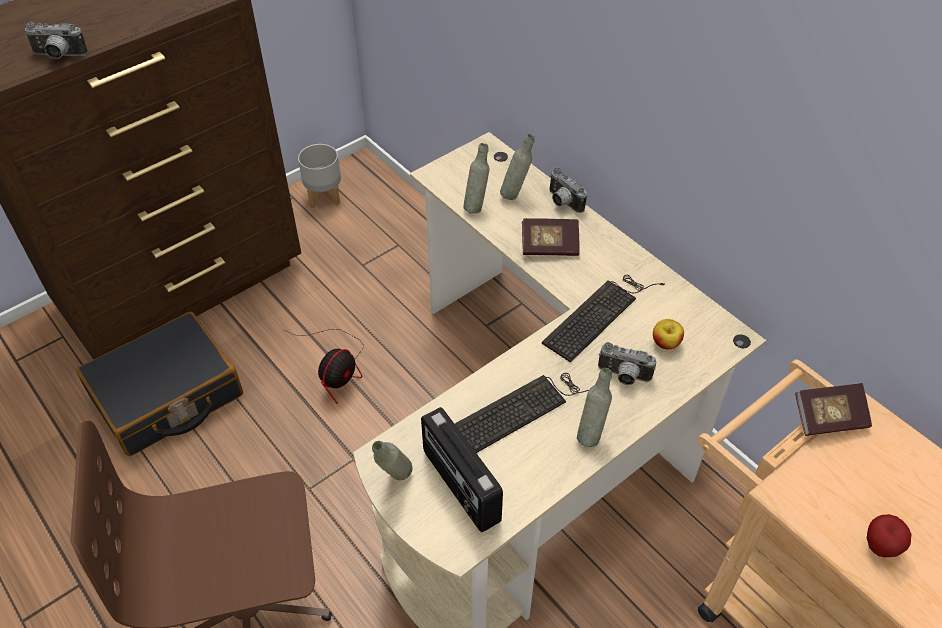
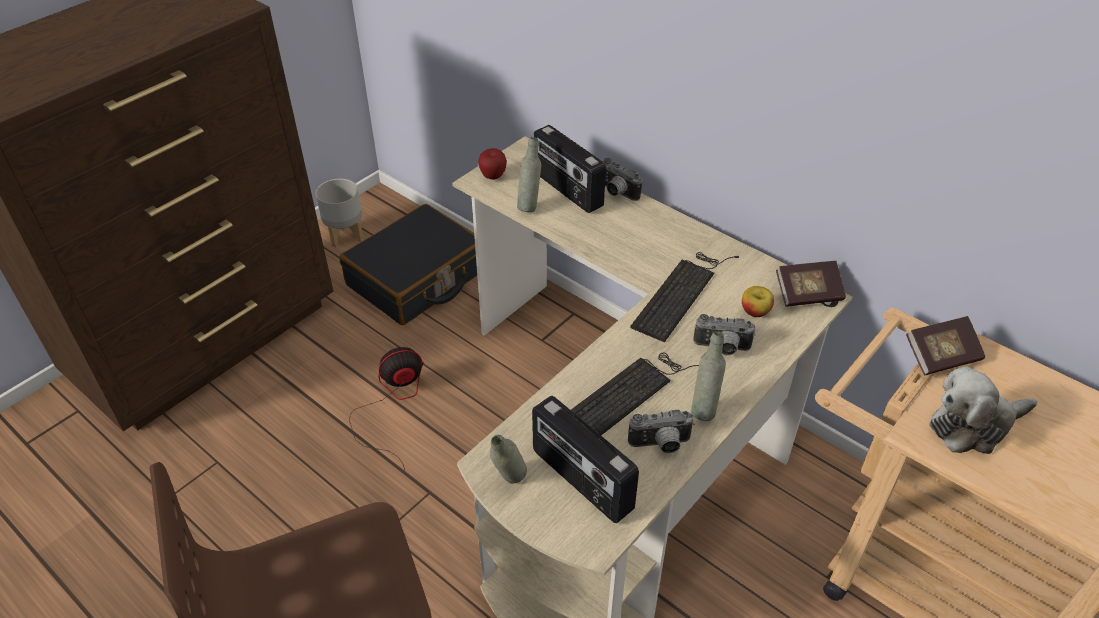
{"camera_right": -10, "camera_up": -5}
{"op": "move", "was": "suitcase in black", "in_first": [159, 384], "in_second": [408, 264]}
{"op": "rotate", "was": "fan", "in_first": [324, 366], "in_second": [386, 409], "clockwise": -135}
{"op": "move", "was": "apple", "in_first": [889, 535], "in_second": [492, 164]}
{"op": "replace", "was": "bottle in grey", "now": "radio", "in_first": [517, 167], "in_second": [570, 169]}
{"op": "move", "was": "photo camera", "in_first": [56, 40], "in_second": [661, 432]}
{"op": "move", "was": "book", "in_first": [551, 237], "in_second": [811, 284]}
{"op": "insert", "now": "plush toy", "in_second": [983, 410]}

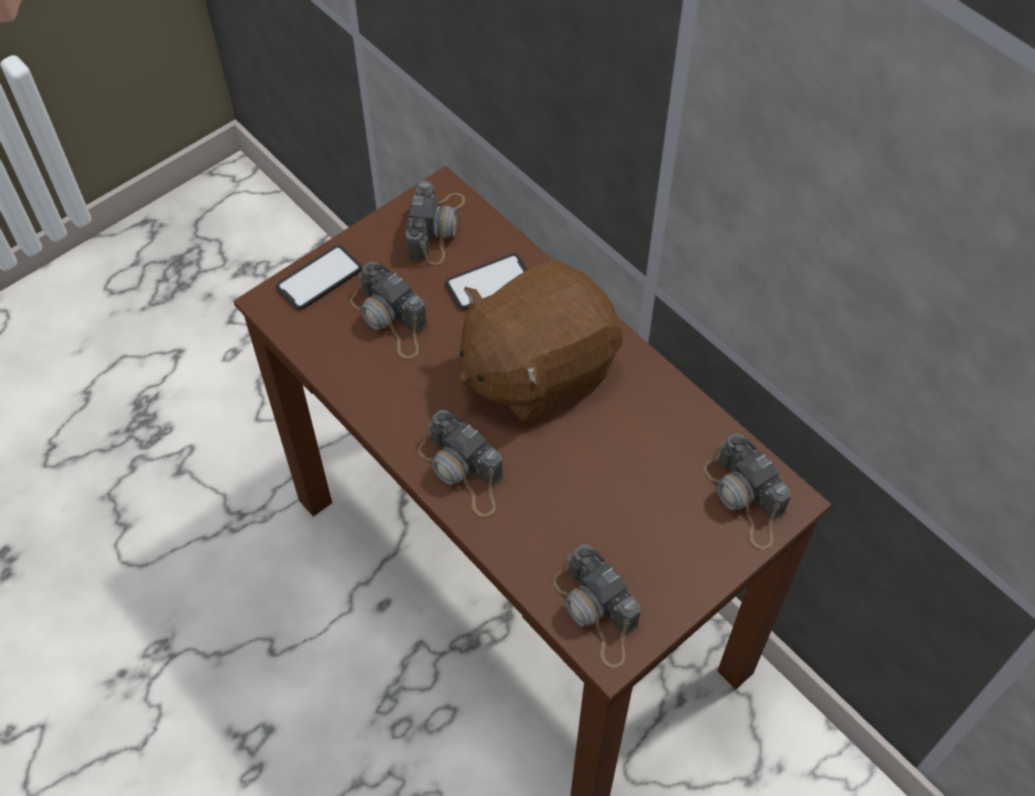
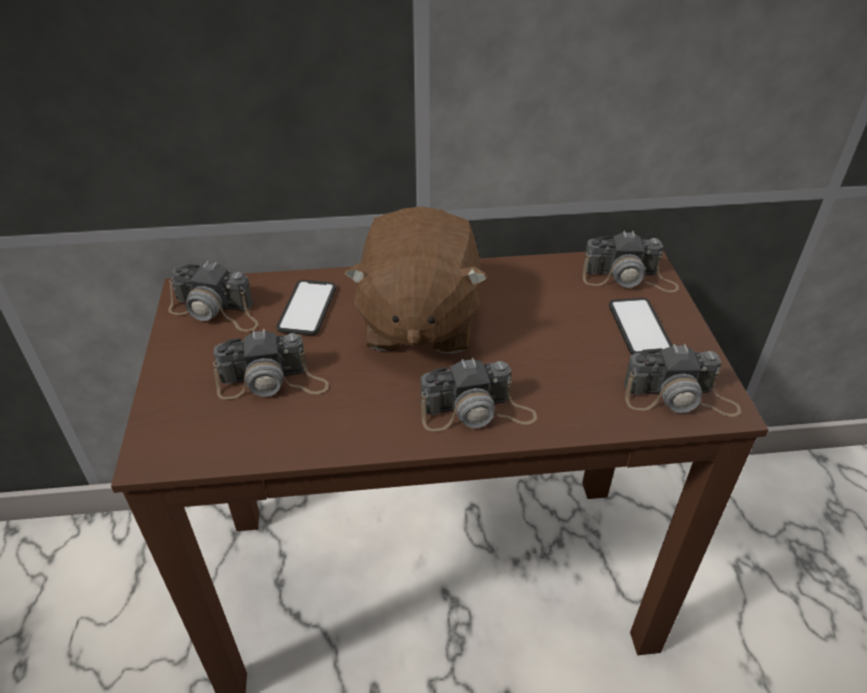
{"camera_right": -55, "camera_up": -15}
{"op": "rotate", "was": "photo camera", "in_first": [435, 223], "in_second": [213, 296], "clockwise": 150}
{"op": "move", "was": "phone", "in_first": [319, 277], "in_second": [641, 326]}

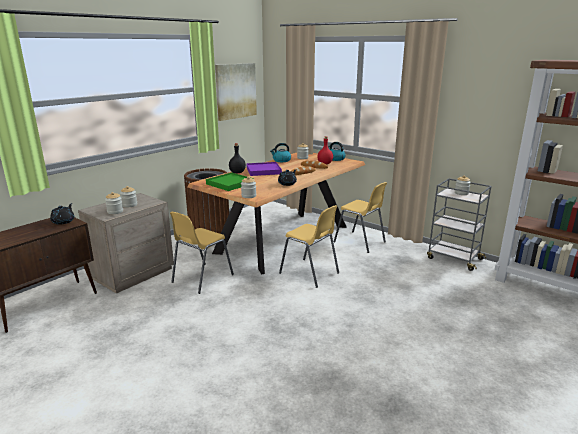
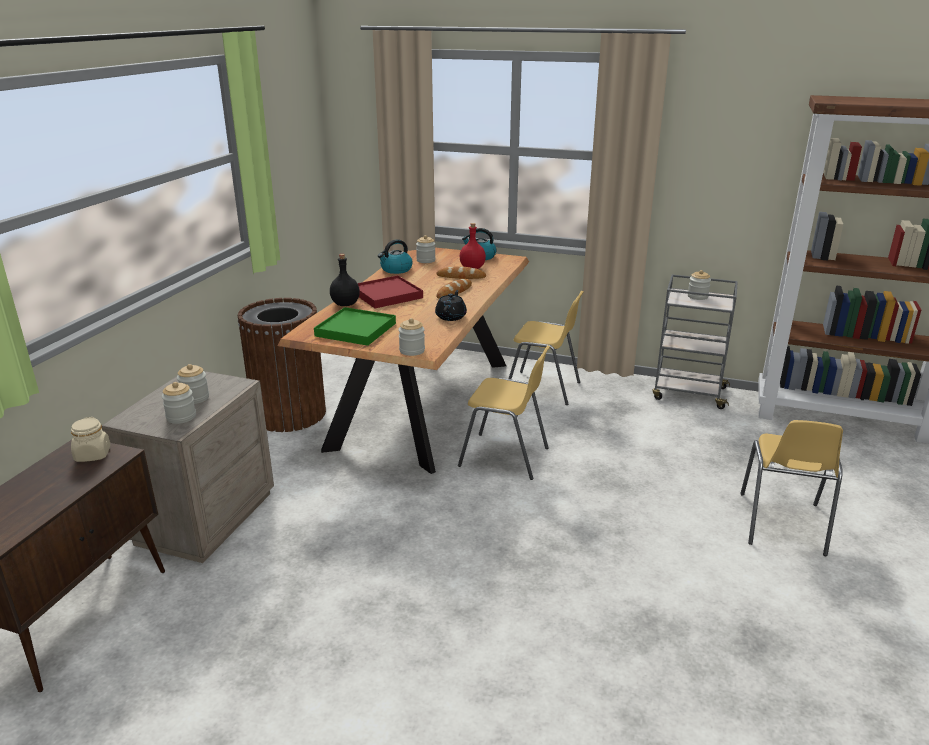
{"camera_right": -20, "camera_up": 5}
{"op": "replace", "was": "teapot in black", "now": "jar in beige", "in_first": [62, 214], "in_second": [91, 439]}
{"op": "recolor", "was": "tray in purple", "now": "tray in red", "in_first": [264, 169], "in_second": [390, 291]}
{"op": "move", "was": "chair in yellow", "in_first": [202, 253], "in_second": [791, 488]}
{"op": "delete", "was": "picture", "in_first": [236, 92]}

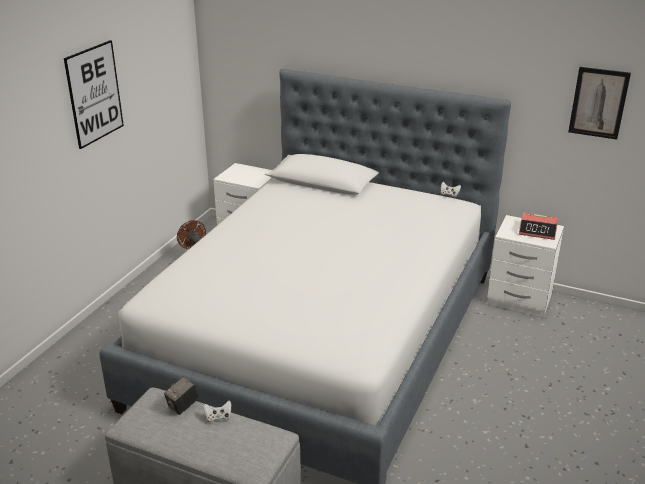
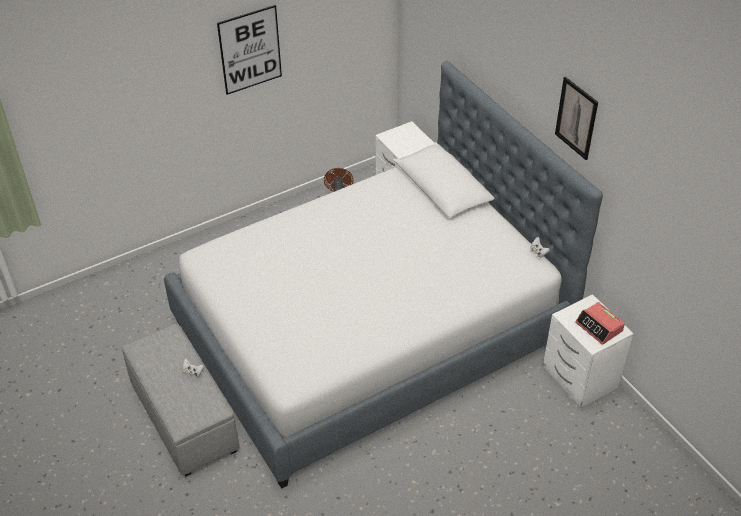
{"camera_right": 35, "camera_up": 15}
{"op": "move", "was": "picture", "in_first": [599, 103], "in_second": [576, 118]}
{"op": "delete", "was": "photo camera", "in_first": [181, 395]}

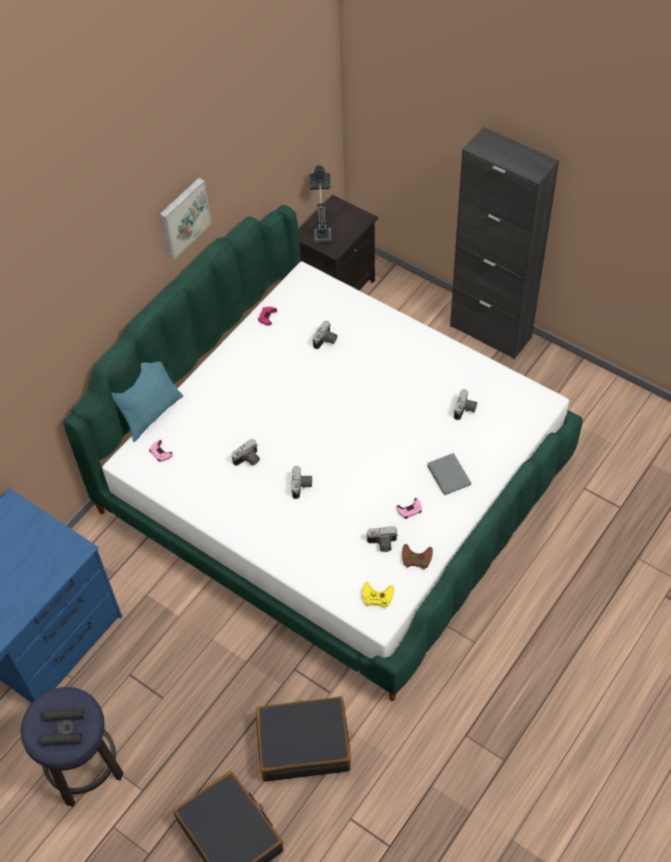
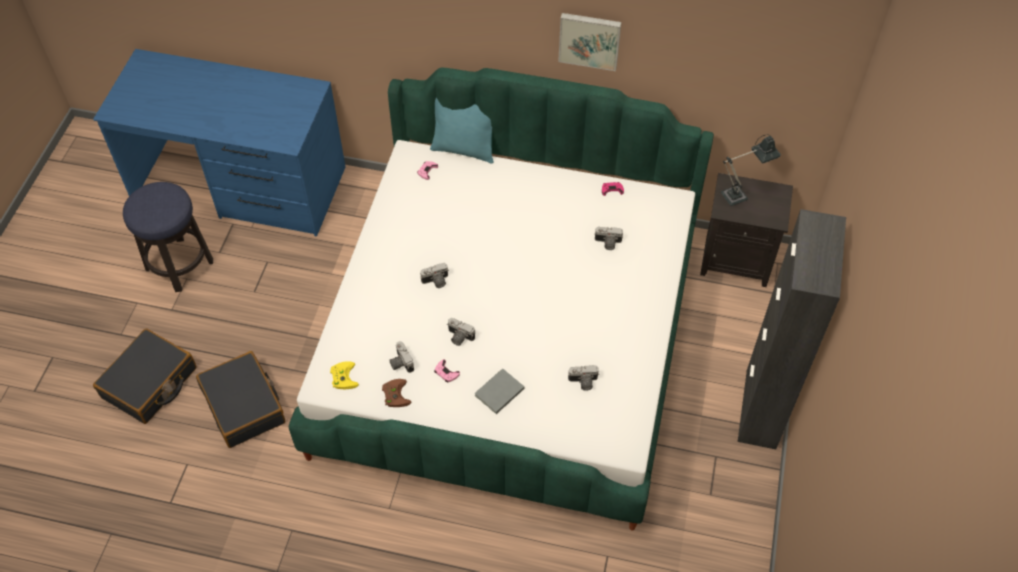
{"camera_right": 65, "camera_up": 0}
{"op": "move", "was": "photo camera", "in_first": [245, 452], "in_second": [461, 332]}
{"op": "delete", "was": "binoculars in black", "in_first": [62, 727]}

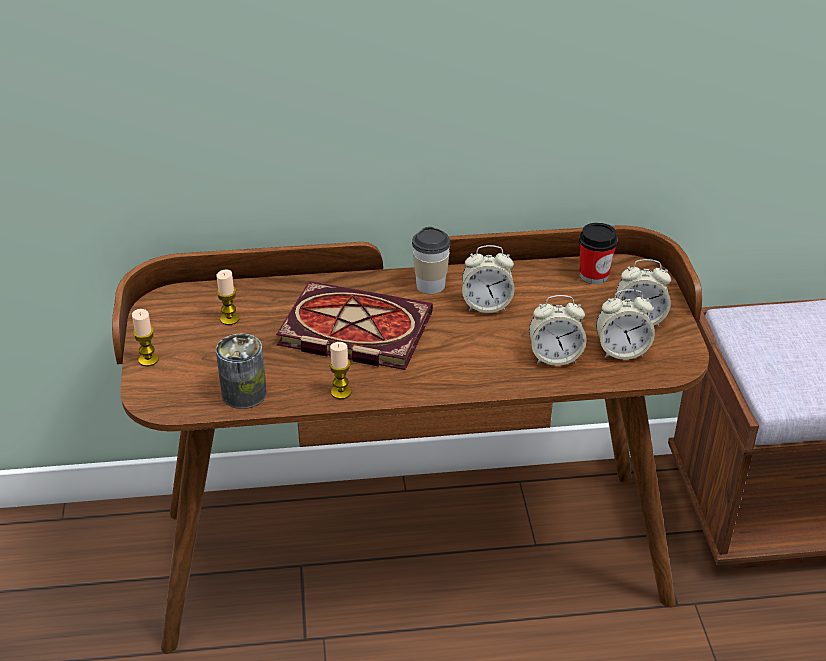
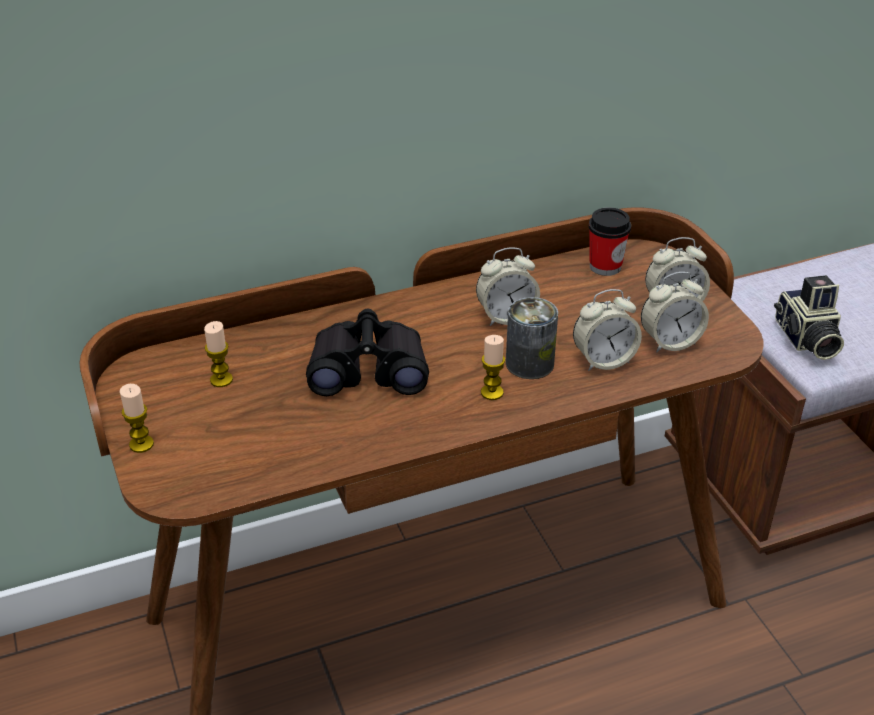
{"camera_right": -15, "camera_up": 0}
{"op": "replace", "was": "book", "now": "binoculars in black", "in_first": [354, 325], "in_second": [367, 352]}
{"op": "move", "was": "candle", "in_first": [340, 370], "in_second": [493, 367]}
{"op": "move", "was": "can", "in_first": [241, 371], "in_second": [532, 338]}
{"op": "insert", "now": "photo camera", "in_second": [809, 317]}
{"op": "delete", "was": "cup", "in_first": [431, 260]}

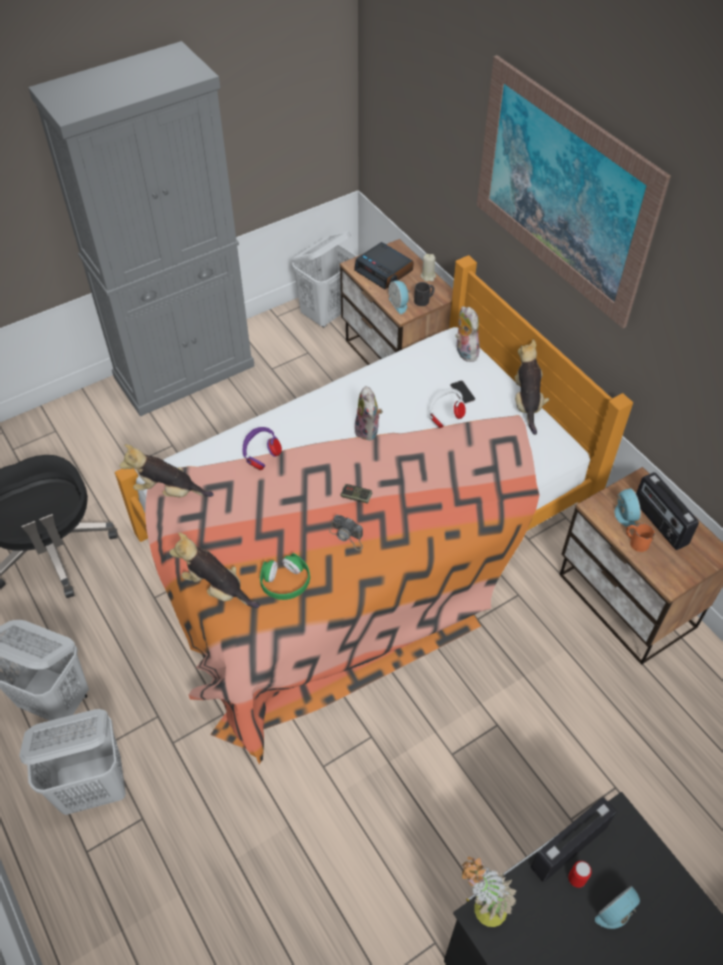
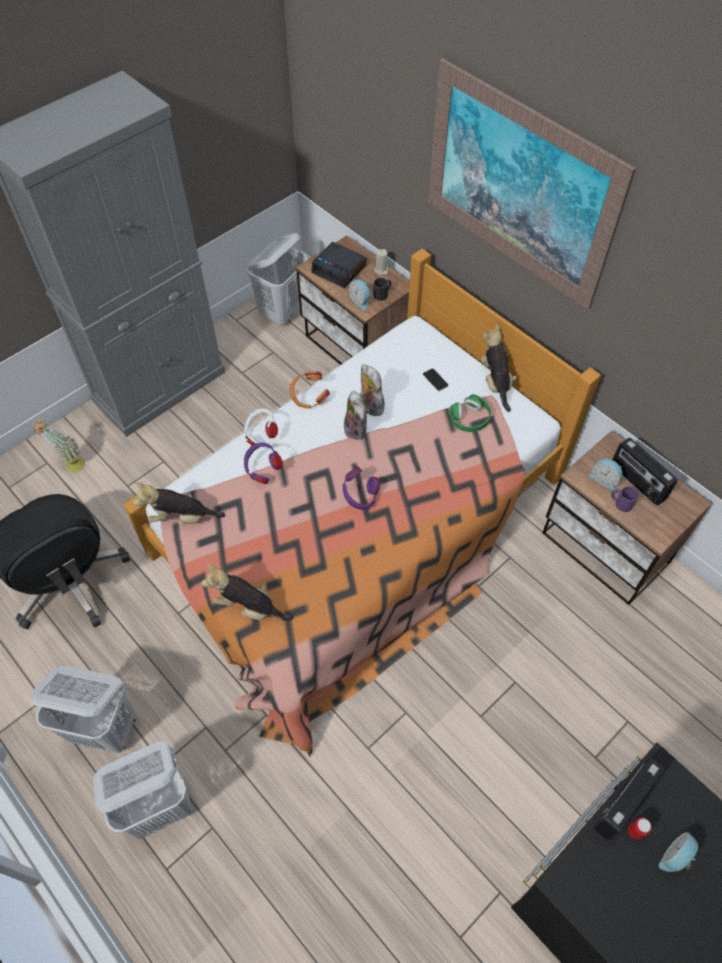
{"camera_right": -10, "camera_up": 5}
{"op": "move", "was": "potted plant", "in_first": [488, 892], "in_second": [59, 446]}
{"op": "move", "was": "headphones in white", "in_first": [447, 408], "in_second": [261, 426]}
{"op": "insert", "now": "headphones in orange", "in_second": [310, 389]}
{"op": "replace", "was": "game controller", "now": "headphones in purple", "in_first": [356, 494], "in_second": [361, 488]}
{"op": "move", "was": "plush toy", "in_first": [467, 334], "in_second": [372, 390]}
{"op": "move", "was": "headphones in green", "in_first": [285, 576], "in_second": [470, 413]}
{"op": "rotate", "was": "alarm clock", "in_first": [628, 507], "in_second": [606, 475], "clockwise": 150}
{"op": "recolor", "was": "mug in orange", "now": "mug in purple", "in_first": [640, 537], "in_second": [624, 499]}
{"op": "delete", "was": "photo camera", "in_first": [346, 532]}

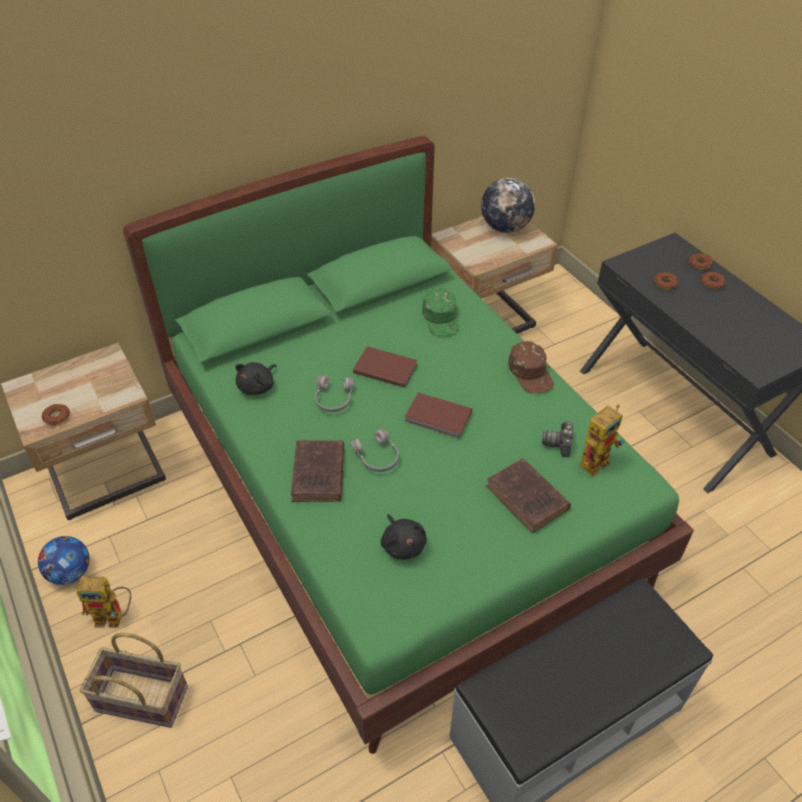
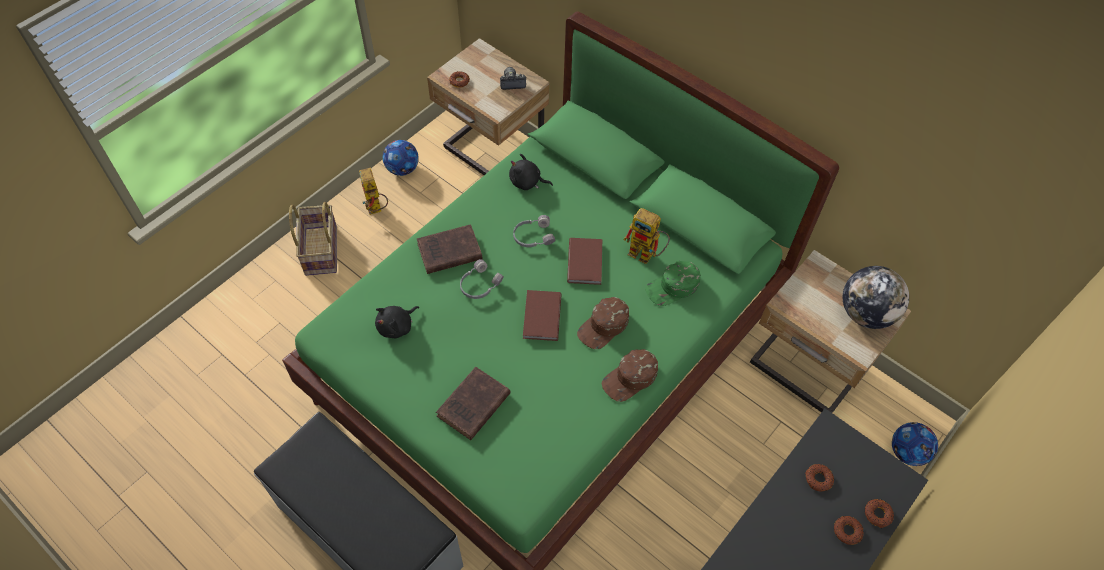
{"camera_right": 70, "camera_up": 10}
{"op": "move", "was": "photo camera", "in_first": [557, 439], "in_second": [513, 78]}
{"op": "insert", "now": "cap in brown", "in_second": [603, 323]}
{"op": "move", "was": "toy robot", "in_first": [601, 440], "in_second": [647, 236]}
{"op": "insert", "now": "football", "in_second": [915, 444]}

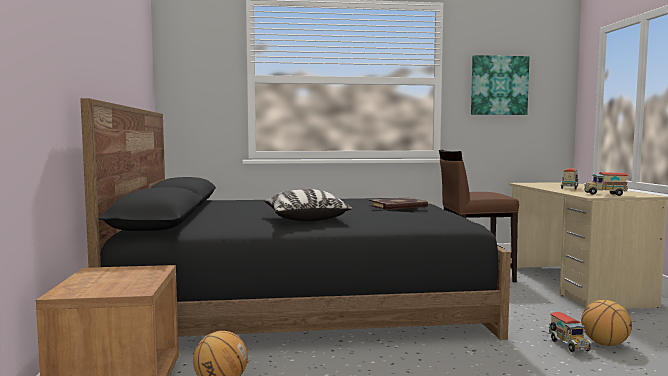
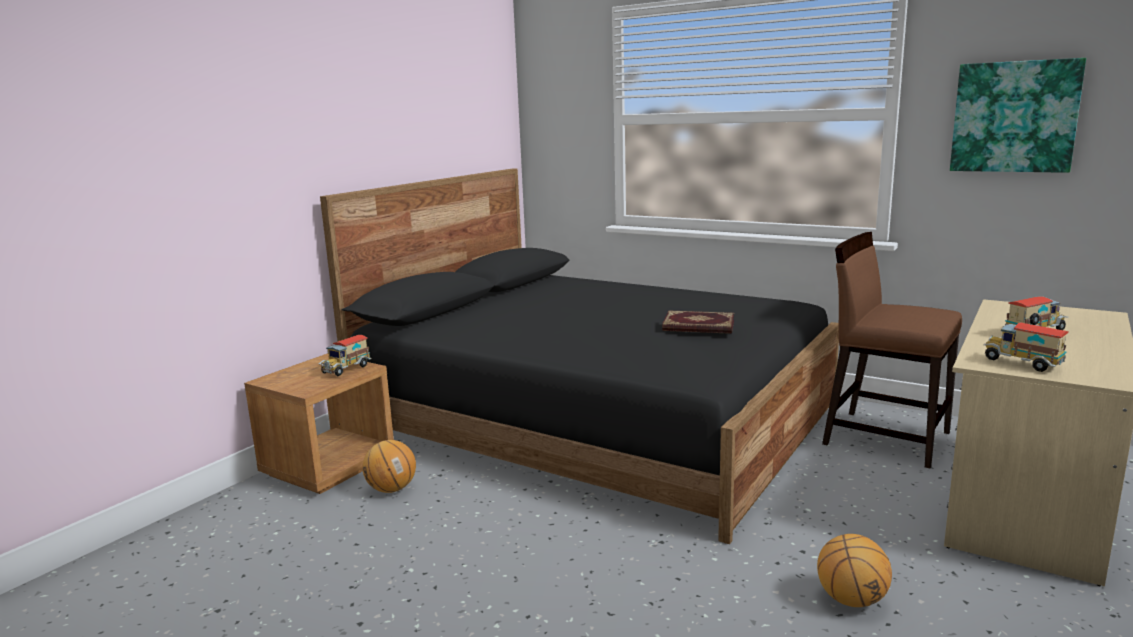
{"camera_right": 40, "camera_up": 10}
{"op": "move", "was": "toy truck", "in_first": [570, 332], "in_second": [345, 355]}
{"op": "delete", "was": "pillow", "in_first": [308, 205]}

